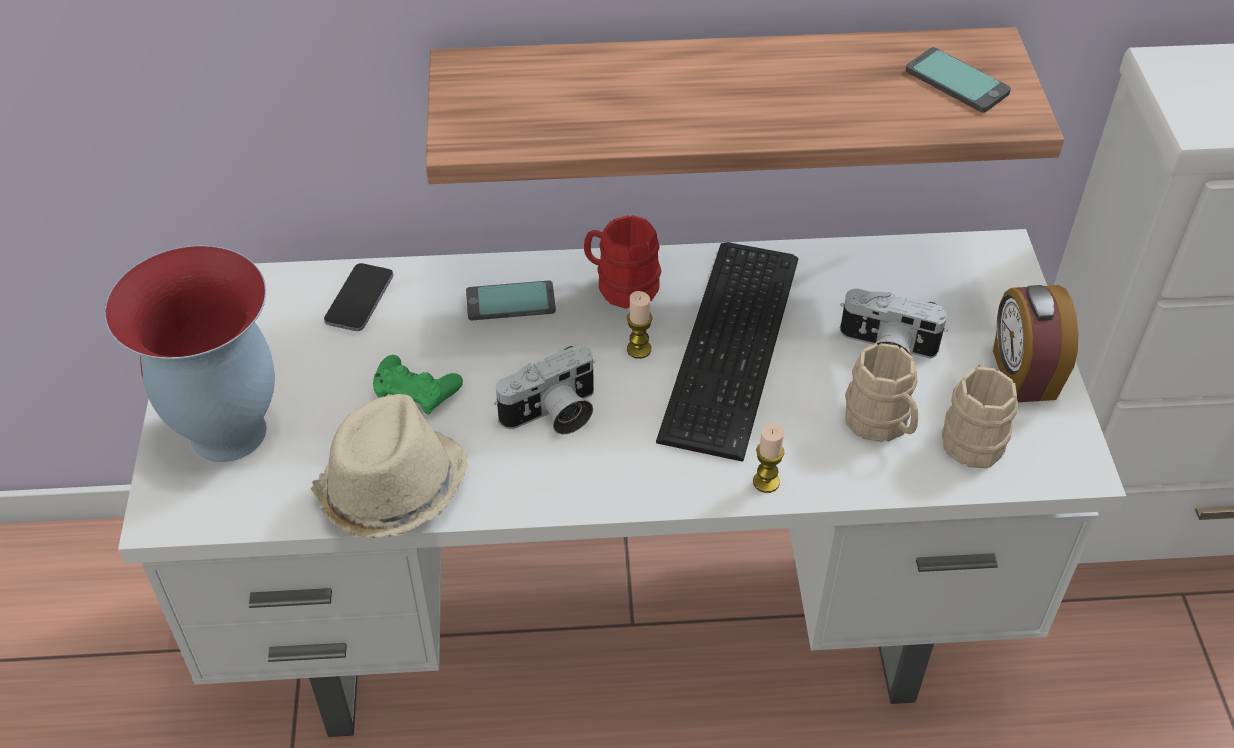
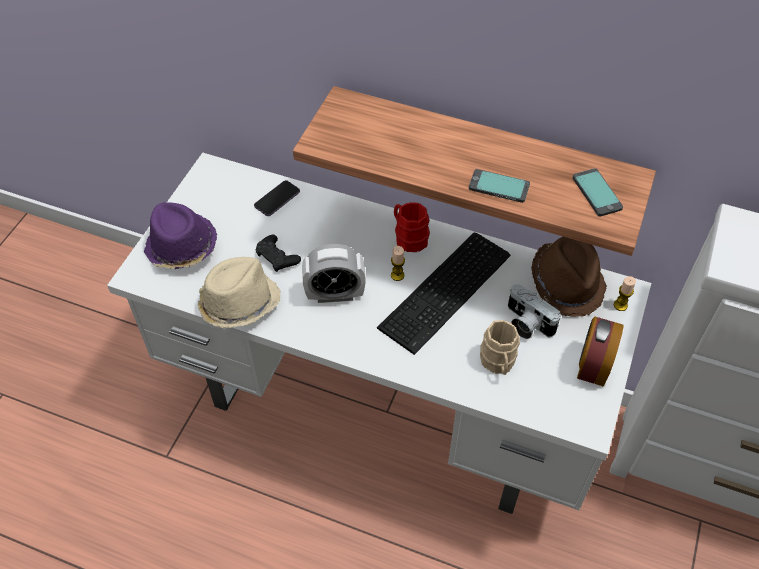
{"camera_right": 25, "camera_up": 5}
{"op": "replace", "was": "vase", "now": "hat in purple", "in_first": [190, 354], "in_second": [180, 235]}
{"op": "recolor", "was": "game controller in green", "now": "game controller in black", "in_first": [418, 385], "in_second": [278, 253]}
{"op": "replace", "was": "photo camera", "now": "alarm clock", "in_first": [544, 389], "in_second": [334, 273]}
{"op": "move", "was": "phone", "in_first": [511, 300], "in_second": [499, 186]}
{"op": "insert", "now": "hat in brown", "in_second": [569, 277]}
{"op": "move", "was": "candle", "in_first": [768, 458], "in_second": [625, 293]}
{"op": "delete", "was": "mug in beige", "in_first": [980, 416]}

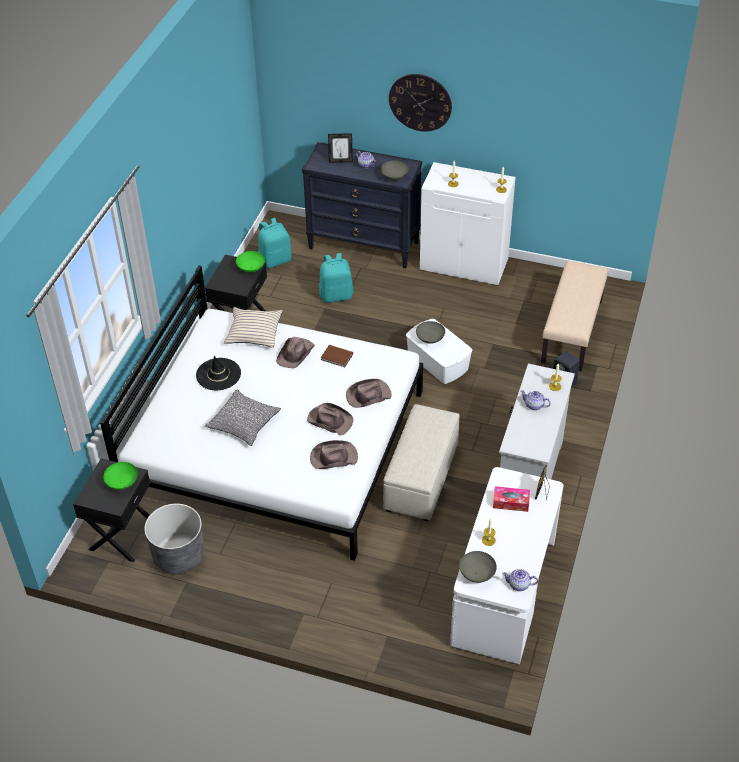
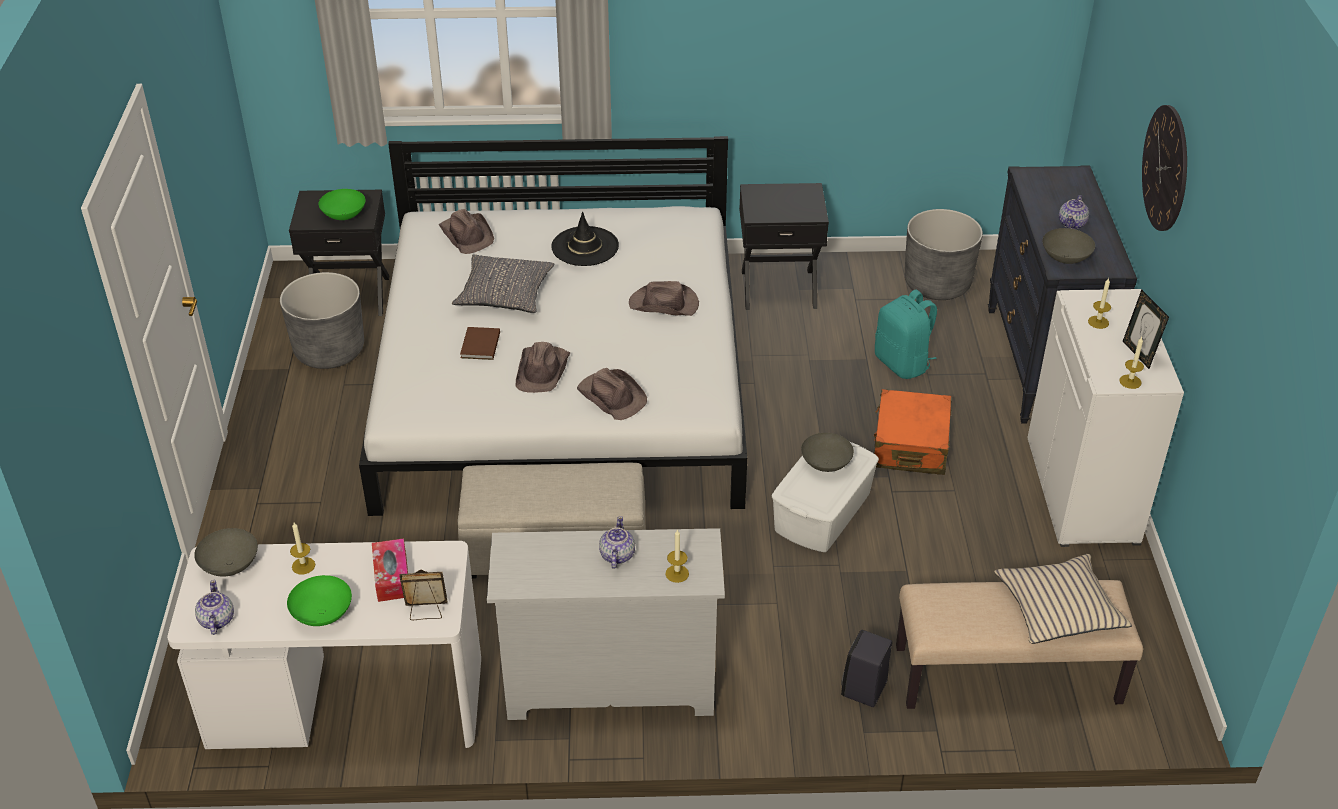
{"camera_right": 70, "camera_up": -5}
{"op": "move", "was": "bowl in green", "in_first": [250, 261], "in_second": [319, 600]}
{"op": "move", "was": "hat in brown", "in_first": [334, 454], "in_second": [466, 231]}
{"op": "move", "was": "book in brown", "in_first": [337, 356], "in_second": [480, 343]}
{"op": "insert", "now": "suitcase in orange", "in_second": [912, 432]}
{"op": "replace", "was": "backpack in turquoise", "now": "planter in grey", "in_first": [274, 243], "in_second": [944, 254]}
{"op": "move", "was": "pillow in beige", "in_first": [253, 327], "in_second": [1063, 599]}
{"op": "move", "was": "picture frame", "in_first": [340, 148], "in_second": [1146, 329]}

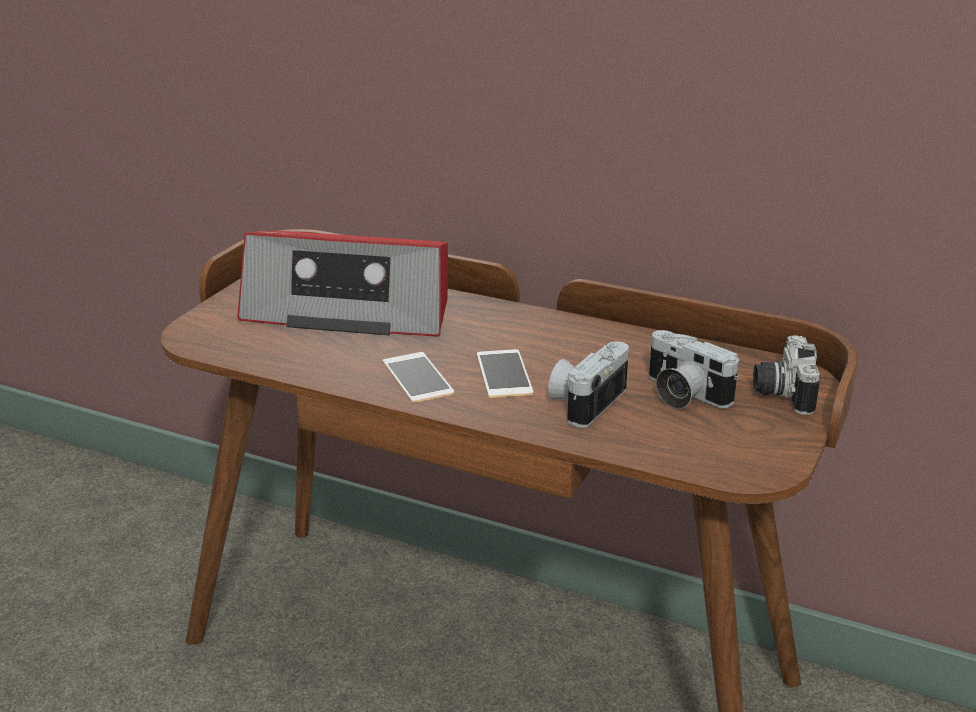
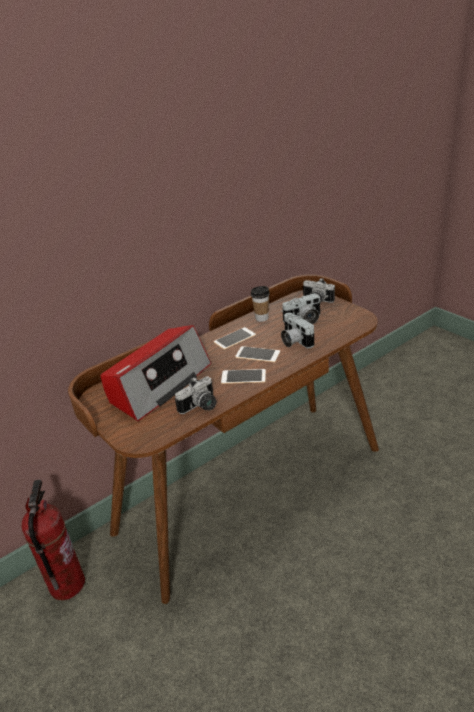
{"camera_right": -60, "camera_up": 5}
{"op": "insert", "now": "fire extinguisher", "in_second": [53, 540]}
{"op": "insert", "now": "photo camera", "in_second": [195, 395]}
{"op": "insert", "now": "phone", "in_second": [235, 338]}
{"op": "insert", "now": "cup", "in_second": [260, 304]}

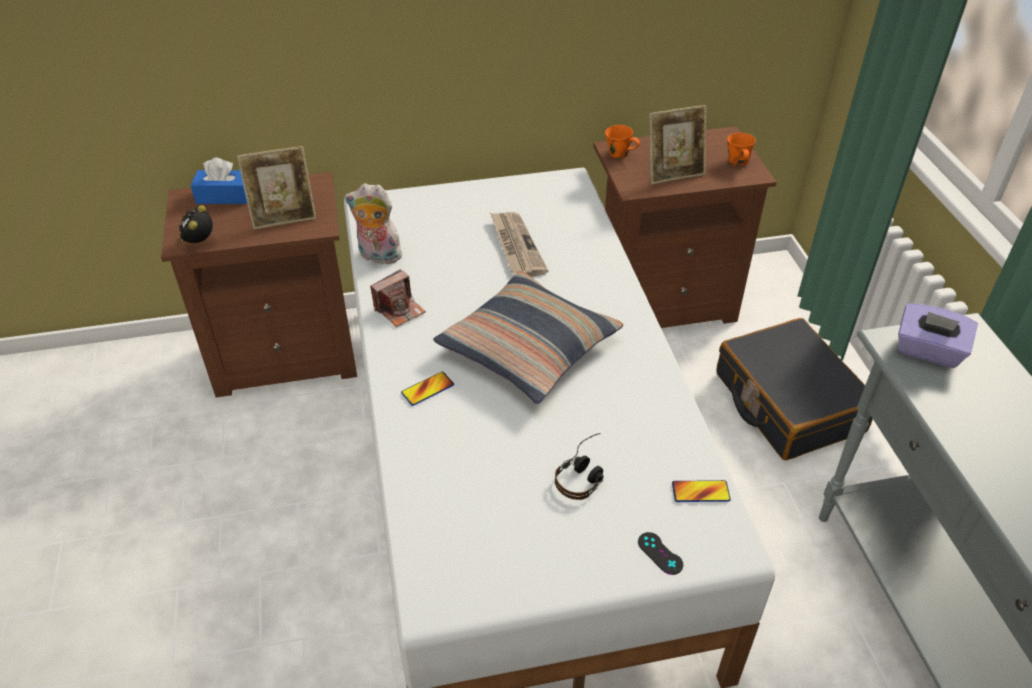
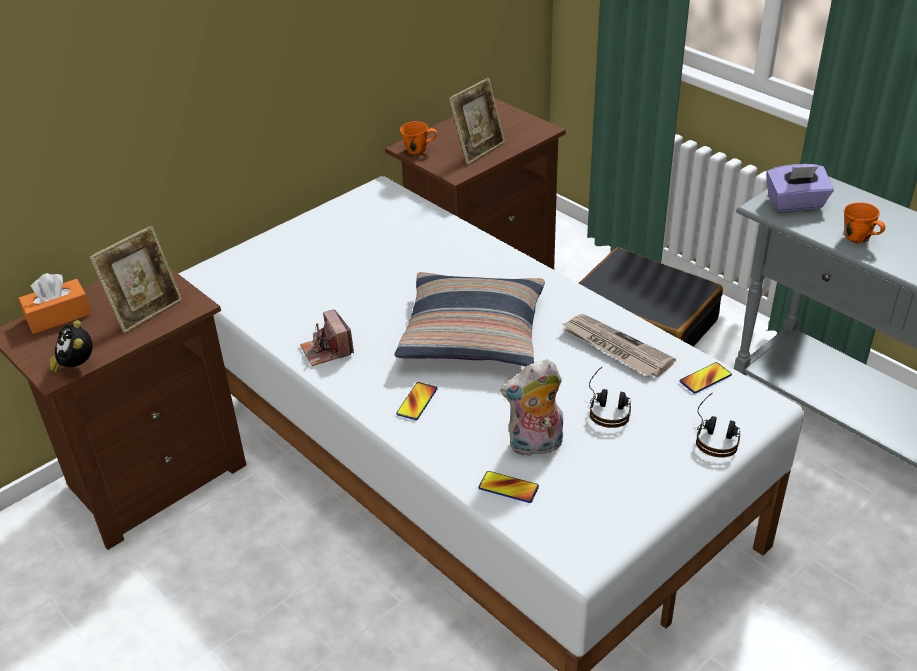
{"camera_right": -30, "camera_up": -5}
{"op": "recolor", "was": "tissue box in blue", "now": "tissue box in orange", "in_first": [218, 181], "in_second": [55, 303]}
{"op": "rotate", "was": "photo camera", "in_first": [398, 298], "in_second": [327, 337], "clockwise": 135}
{"op": "insert", "now": "phone", "in_second": [509, 487]}
{"op": "move", "was": "plush toy", "in_first": [373, 223], "in_second": [531, 407]}
{"op": "move", "was": "newspaper", "in_first": [519, 244], "in_second": [619, 345]}
{"op": "replace", "was": "game controller in black", "now": "headphones", "in_first": [660, 553], "in_second": [718, 425]}
{"op": "move", "was": "mug in orange", "in_first": [741, 149], "in_second": [864, 223]}

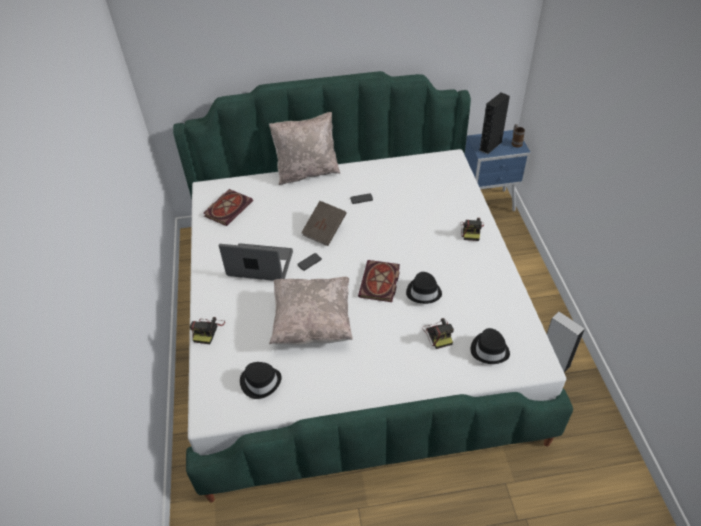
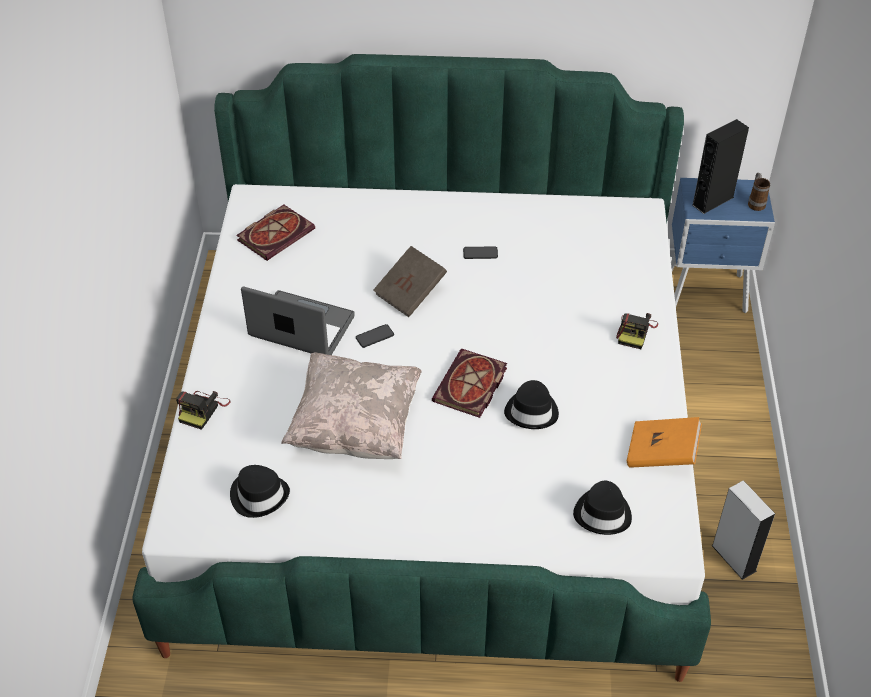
{"camera_right": 10, "camera_up": 0}
{"op": "insert", "now": "book in orange", "in_second": [664, 442]}
{"op": "delete", "was": "pillow in beige", "in_first": [304, 148]}
{"op": "delete", "was": "photo camera", "in_first": [438, 333]}

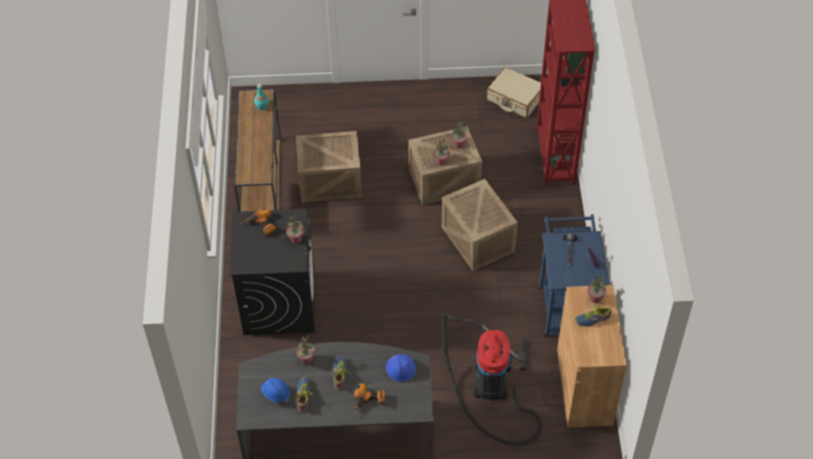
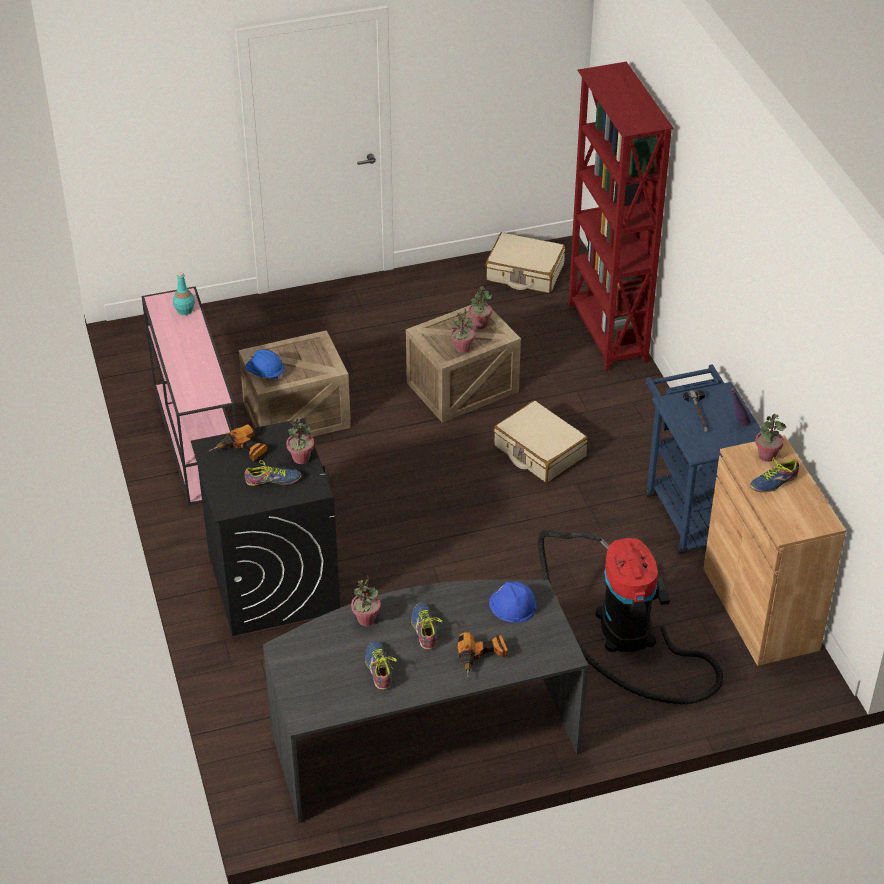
{"camera_right": -15, "camera_up": -10}
{"op": "recolor", "was": "console table in brown", "now": "console table in pink", "in_first": [257, 150], "in_second": [189, 395]}
{"op": "move", "was": "hard hat in blue", "in_first": [275, 390], "in_second": [265, 364]}
{"op": "insert", "now": "shoe", "in_second": [273, 473]}
{"op": "replace", "was": "crate", "now": "suitcase in beige", "in_first": [480, 225], "in_second": [540, 441]}

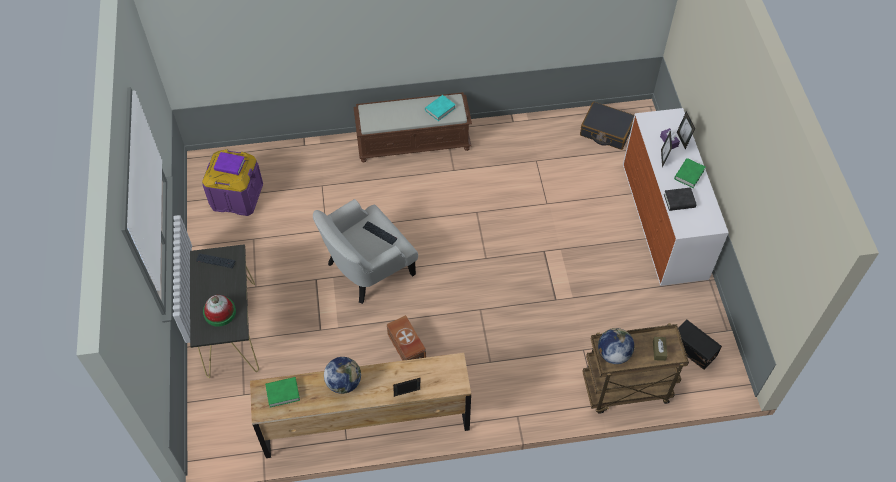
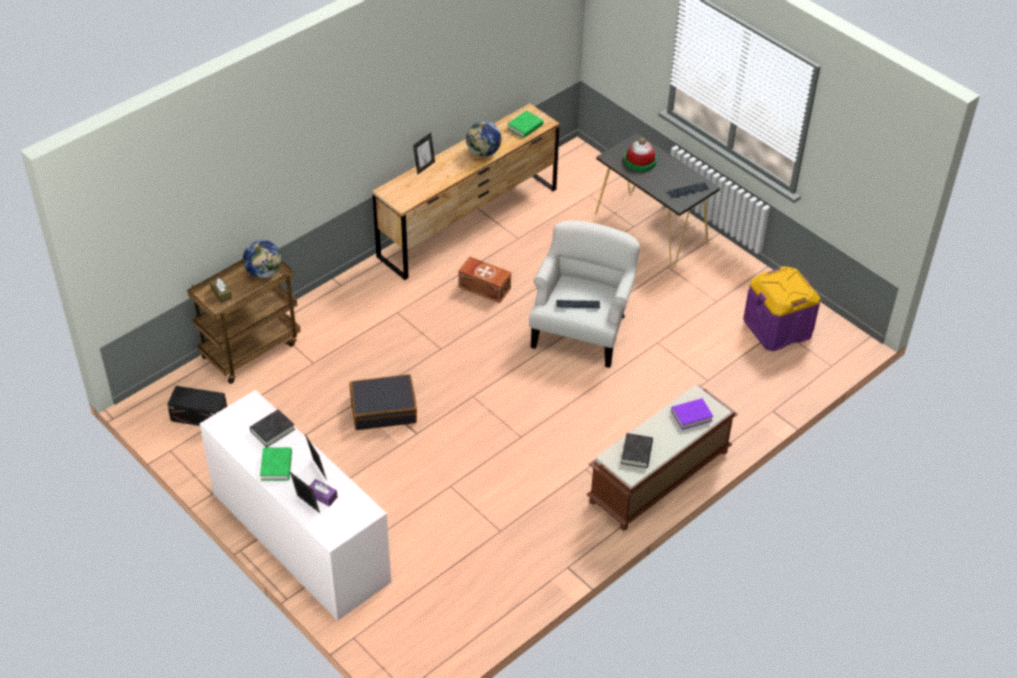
{"camera_right": 145, "camera_up": -10}
{"op": "move", "was": "suitcase in black", "in_first": [607, 125], "in_second": [383, 402]}
{"op": "recolor", "was": "book in turquoise", "now": "book in black", "in_first": [440, 108], "in_second": [637, 450]}
{"op": "move", "was": "book in purple", "in_first": [229, 163], "in_second": [692, 414]}

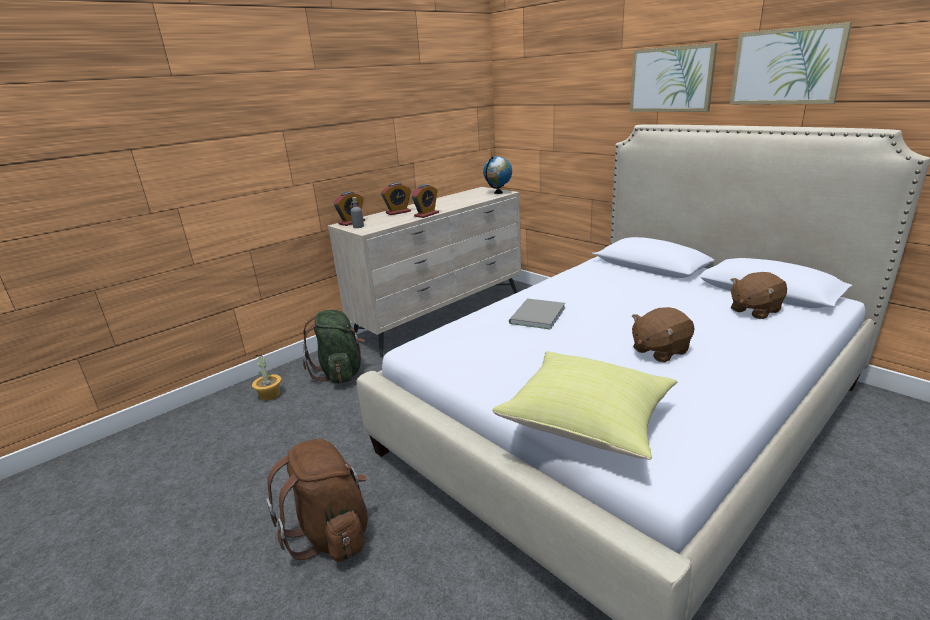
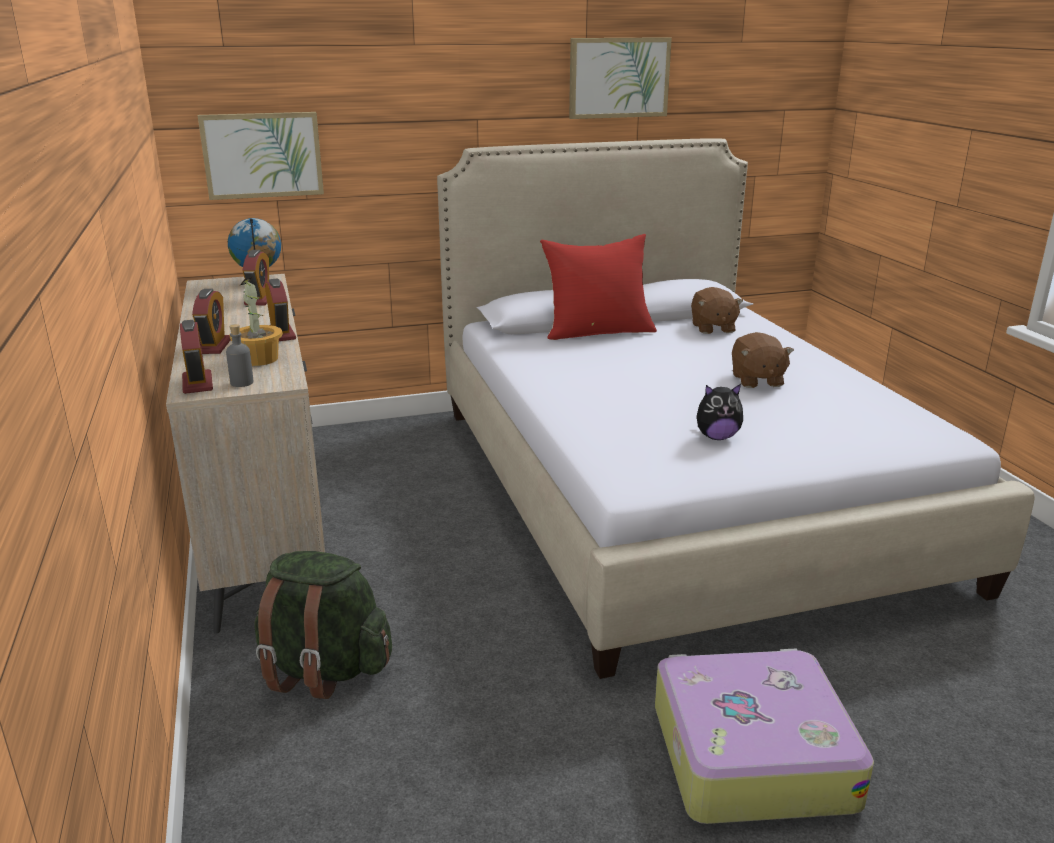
{"camera_right": -65, "camera_up": 0}
{"op": "move", "was": "picture", "in_first": [674, 77], "in_second": [261, 156]}
{"op": "move", "was": "potted plant", "in_first": [267, 377], "in_second": [256, 321]}
{"op": "insert", "now": "alarm clock", "in_second": [256, 277]}
{"op": "insert", "now": "pillow in red", "in_second": [598, 287]}
{"op": "replace", "was": "backpack in brown", "now": "suitcase", "in_first": [317, 500], "in_second": [764, 736]}
{"op": "insert", "now": "plush toy", "in_second": [720, 412]}
{"op": "delete", "was": "pillow in yellow", "in_first": [584, 405]}
{"op": "delete", "was": "book in grey", "in_first": [537, 314]}

